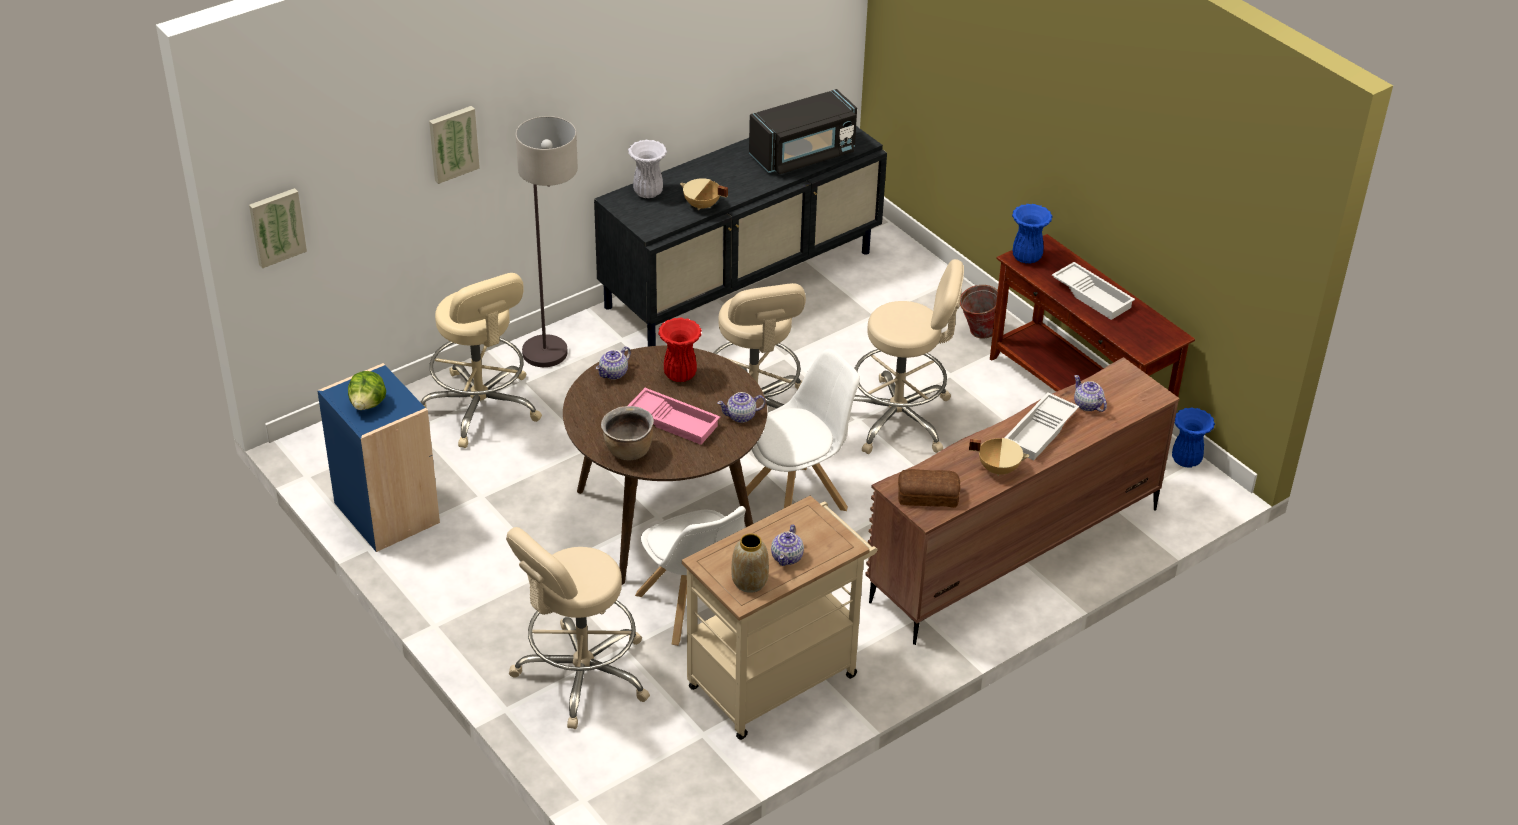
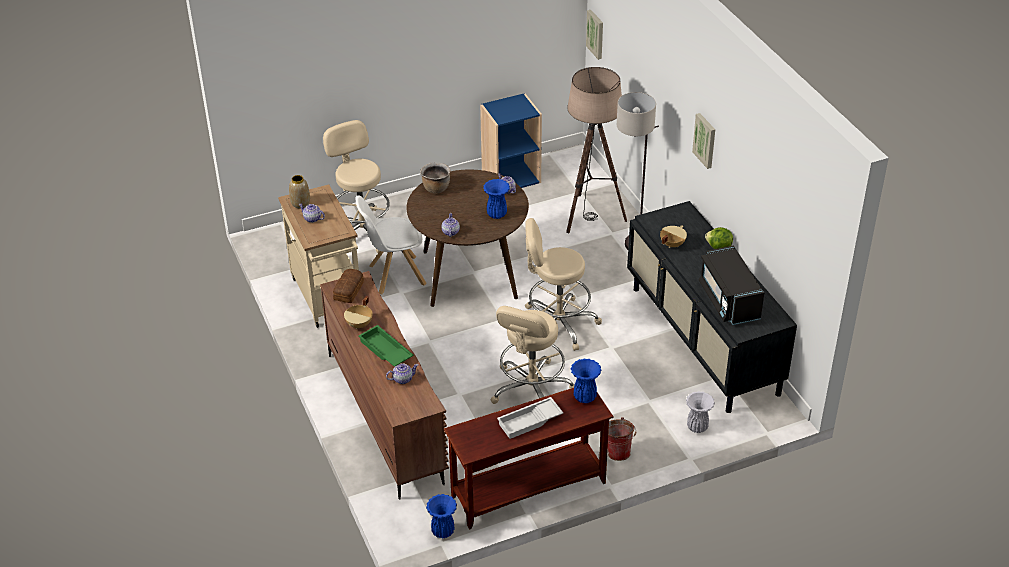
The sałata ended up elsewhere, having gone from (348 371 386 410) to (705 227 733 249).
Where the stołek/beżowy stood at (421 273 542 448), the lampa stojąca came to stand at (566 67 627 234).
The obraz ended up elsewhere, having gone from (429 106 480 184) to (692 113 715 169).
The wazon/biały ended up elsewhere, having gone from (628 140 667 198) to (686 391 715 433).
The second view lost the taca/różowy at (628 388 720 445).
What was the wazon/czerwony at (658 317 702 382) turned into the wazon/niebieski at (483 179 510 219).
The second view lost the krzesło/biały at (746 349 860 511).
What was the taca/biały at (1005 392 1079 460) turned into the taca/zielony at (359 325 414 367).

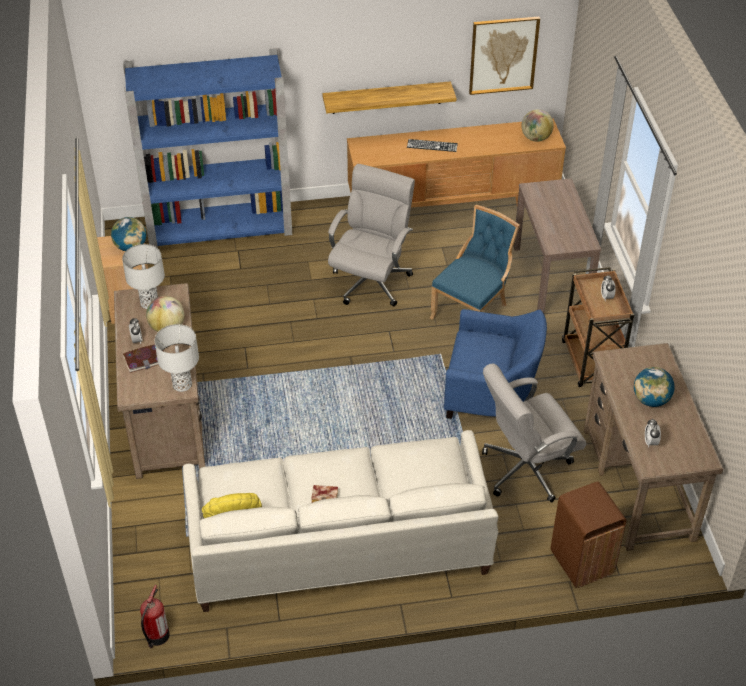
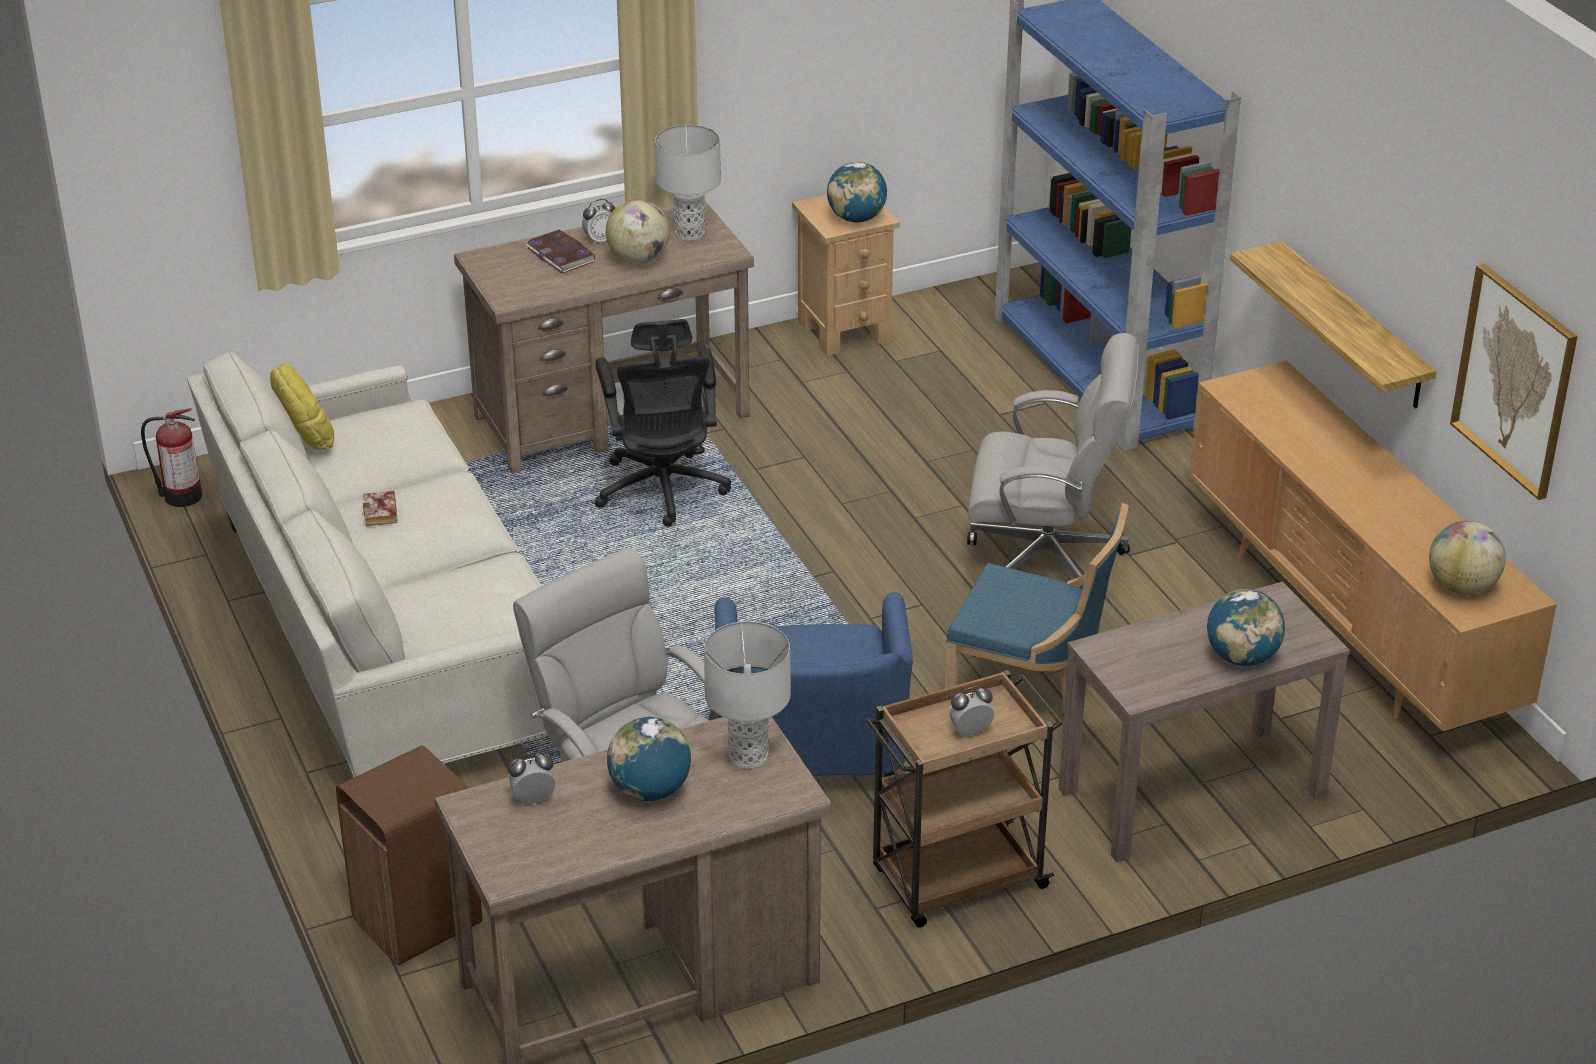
The lampa stołowa/biały ended up elsewhere, having gone from (155 324 199 392) to (704 621 791 769).
The second view lost the klawiatura at (407 139 458 152).
The second view gained the krzesło biurowe at (595 319 731 527).
The second view gained the globus at (1207 589 1285 666).

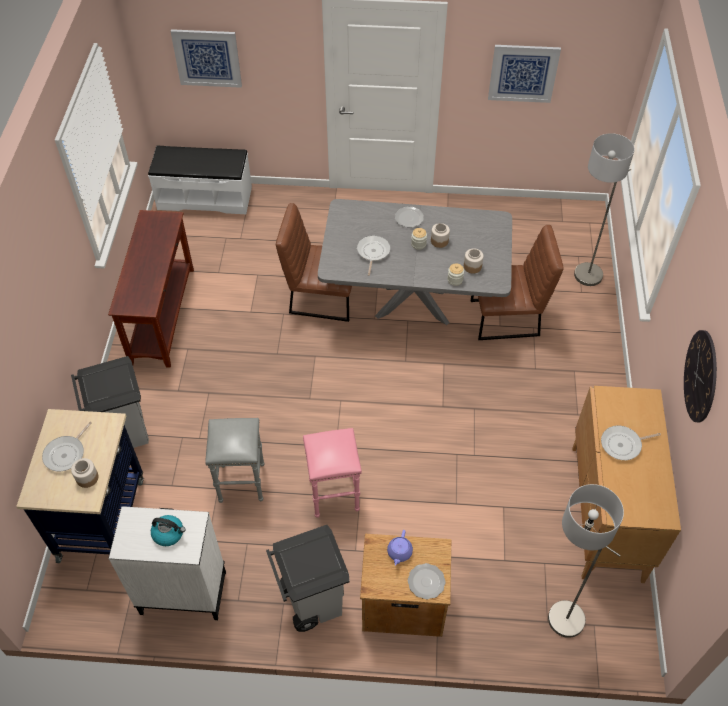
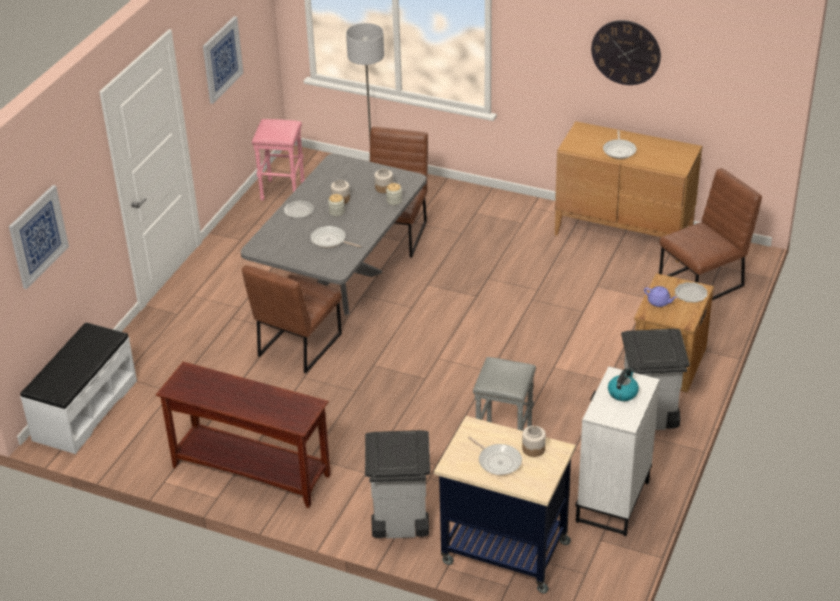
The stołek/różowy ended up elsewhere, having gone from (303 428 362 518) to (252 119 305 200).
Where the lampa stojąca/szary stood at (548 484 624 638), the krzesło/brązowy came to stand at (659 168 762 300).

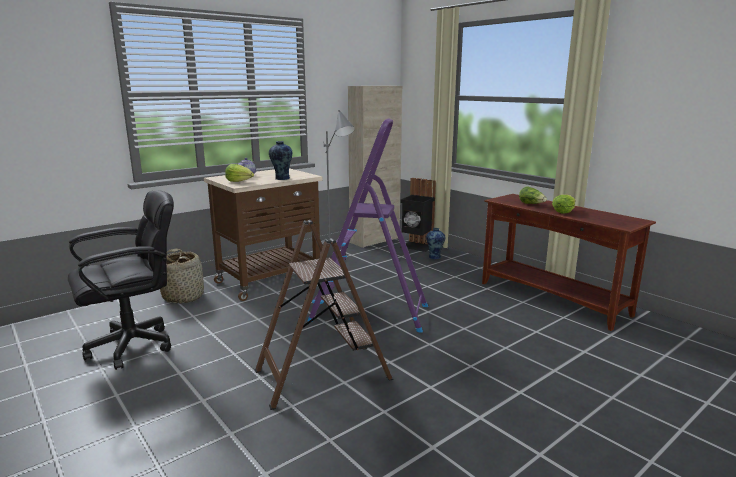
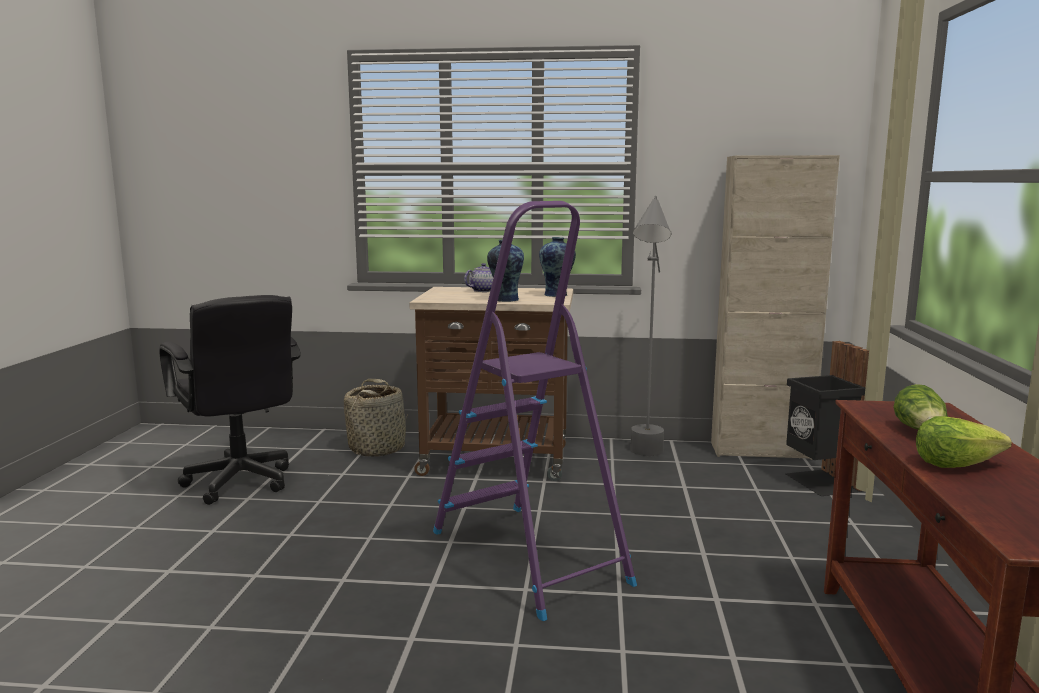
The krzesło biurowe/czarny at (68 190 174 370) ended up facing another way, 45 degrees clockwise from before.
The second view lost the sałata at (225 164 254 182).
The second view lost the drabinka/brązowy at (255 220 394 410).
The wazon ended up elsewhere, having gone from (426 228 445 259) to (539 237 576 297).

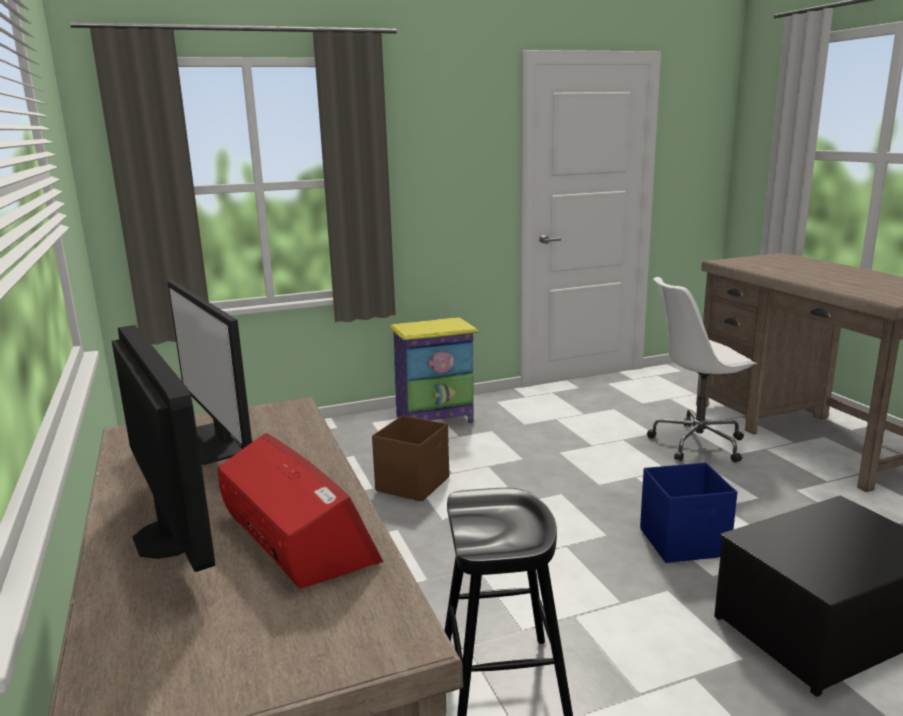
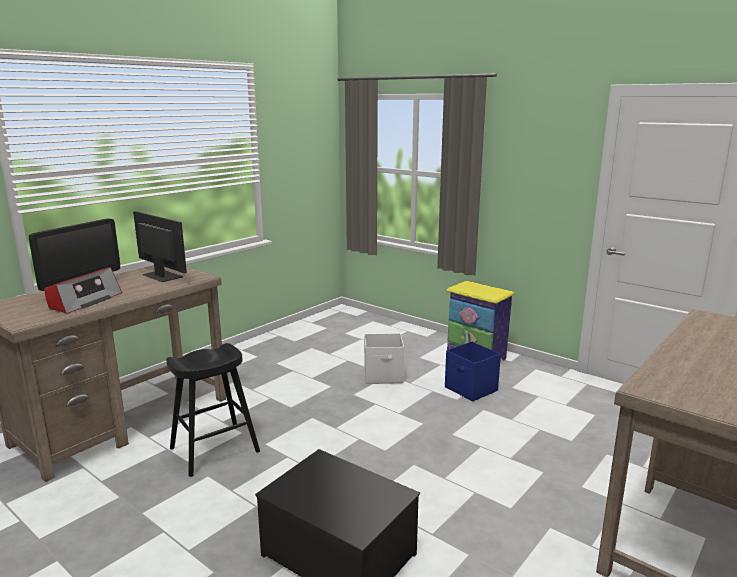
The monitor at (167 280 253 465) ended up facing another way, 105 degrees clockwise from before.
What was the pojemnik do przechowywania/brązowy at (372 415 449 502) turned into the pojemnik do przechowywania/biały at (364 333 404 384).
The pojemnik do przechowywania/niebieski ended up elsewhere, having gone from (640 462 737 563) to (445 342 501 401).
The second view lost the krzesło biurowe/biały at (647 277 757 463).

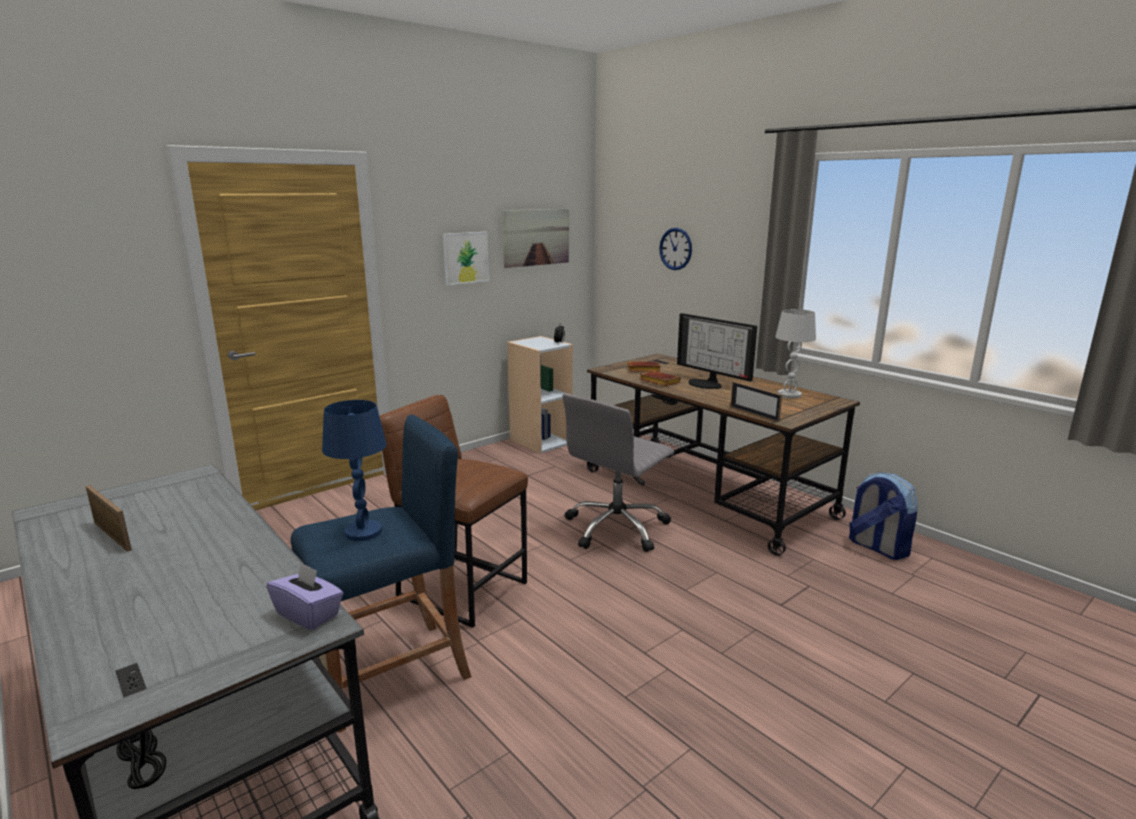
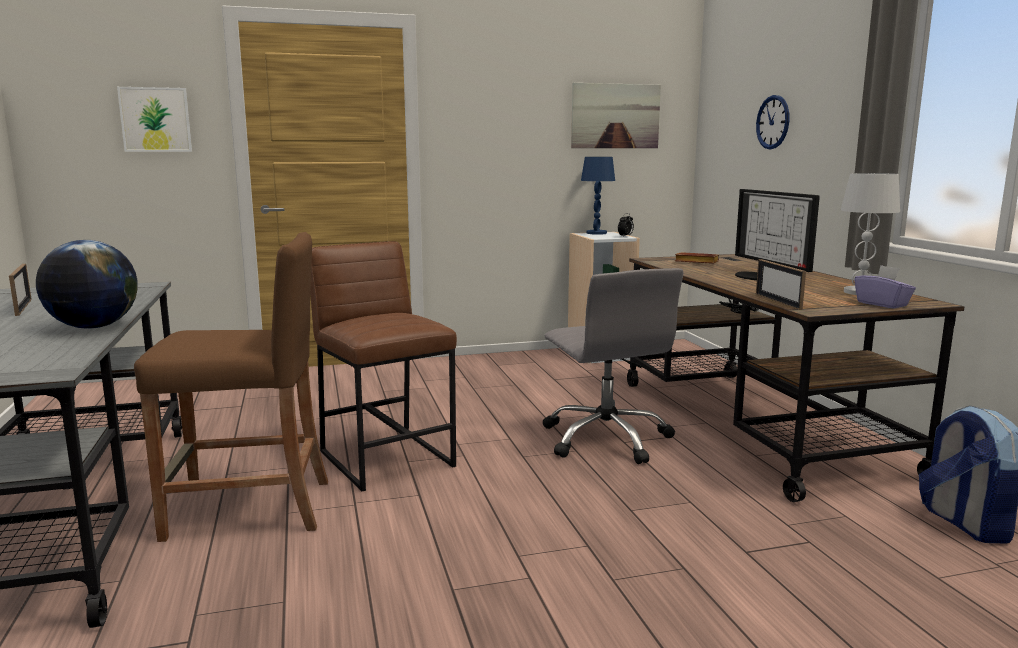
The pudełko chusteczek/fioletowy ended up elsewhere, having gone from (267 562 343 630) to (854 265 916 308).
What was the stołek/niebieski at (291 414 472 733) turned into the stołek/brązowy at (134 232 328 542).
The lampa stołowa/niebieski ended up elsewhere, having gone from (322 400 386 541) to (581 157 615 235).
The obraz ended up elsewhere, having gone from (443 232 489 286) to (117 87 192 152).
The krzesło biurowe/szary at (563 394 675 552) ended up facing another way, 90 degrees counterclockwise from before.
The second view lost the książka/brązowy at (640 371 681 386).
The second view gained the globus at (36 240 138 329).

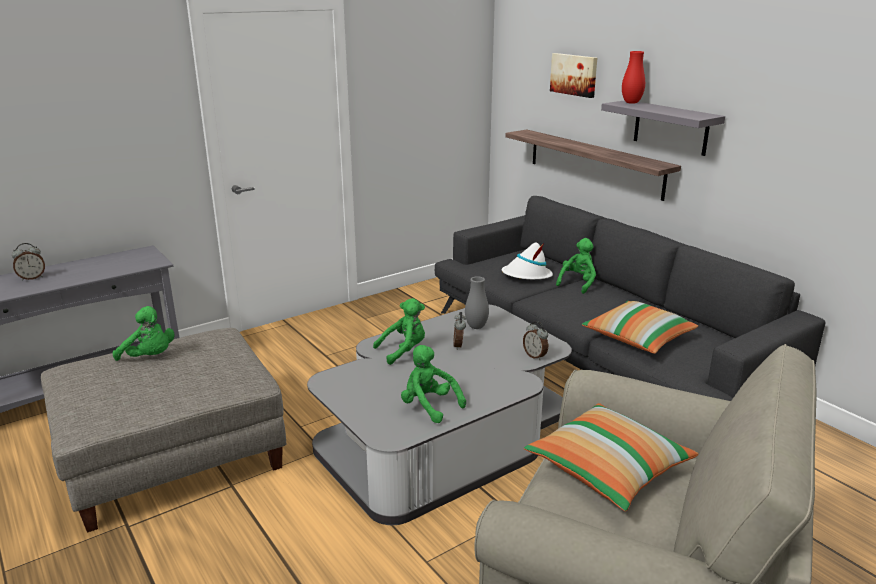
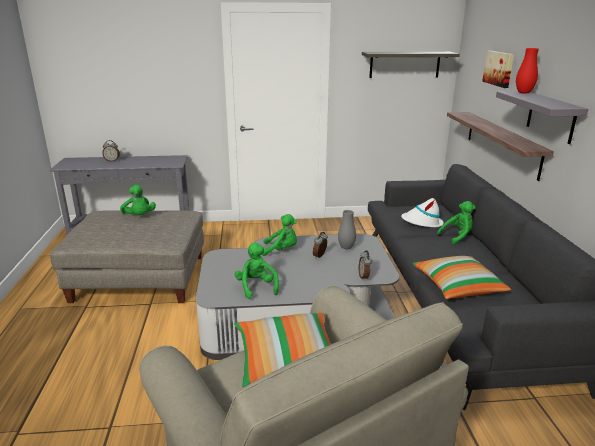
The second view gained the półka at (362 52 460 78).

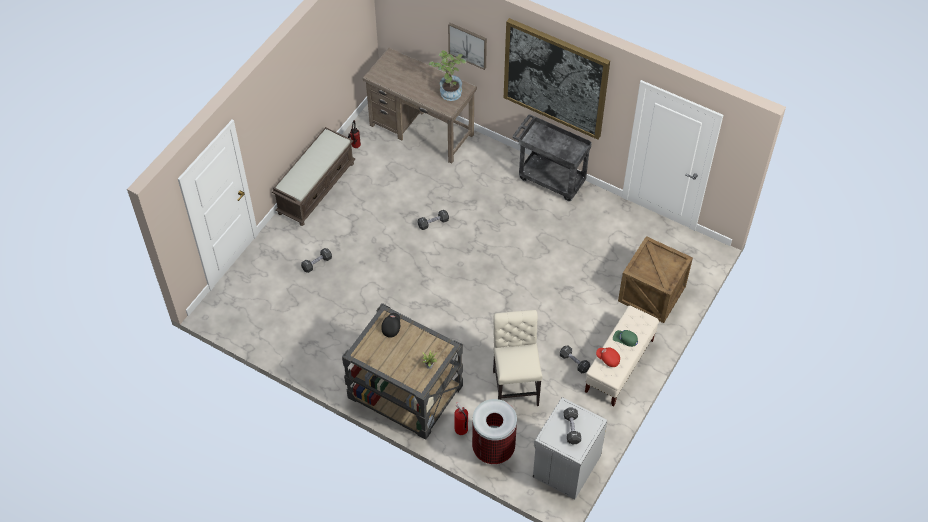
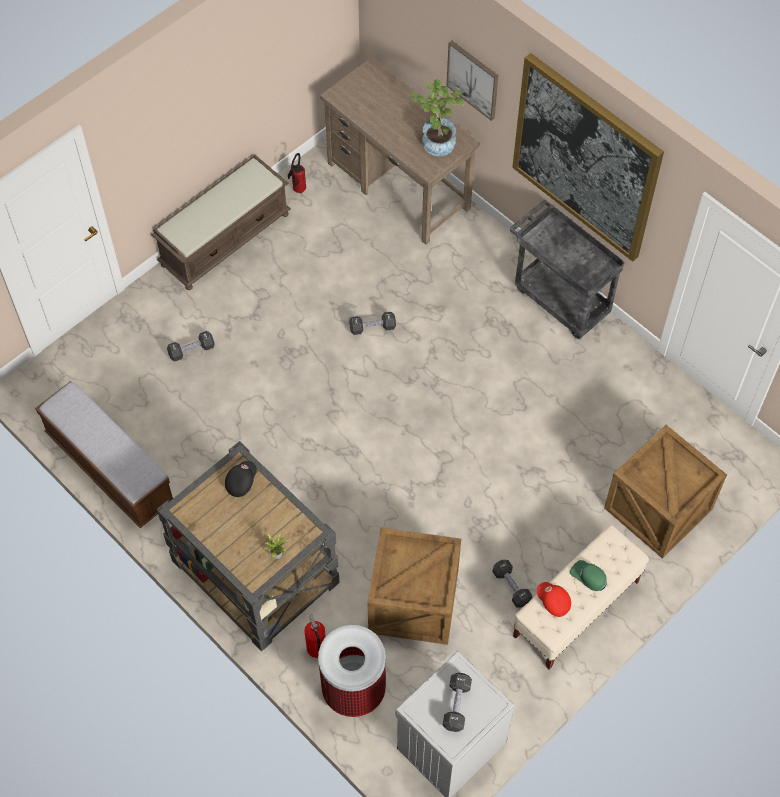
Where the stołek/beżowy stood at (493 310 542 406), the skrzynka came to stand at (367 527 461 645).
The second view gained the ławka at (35 381 173 528).

